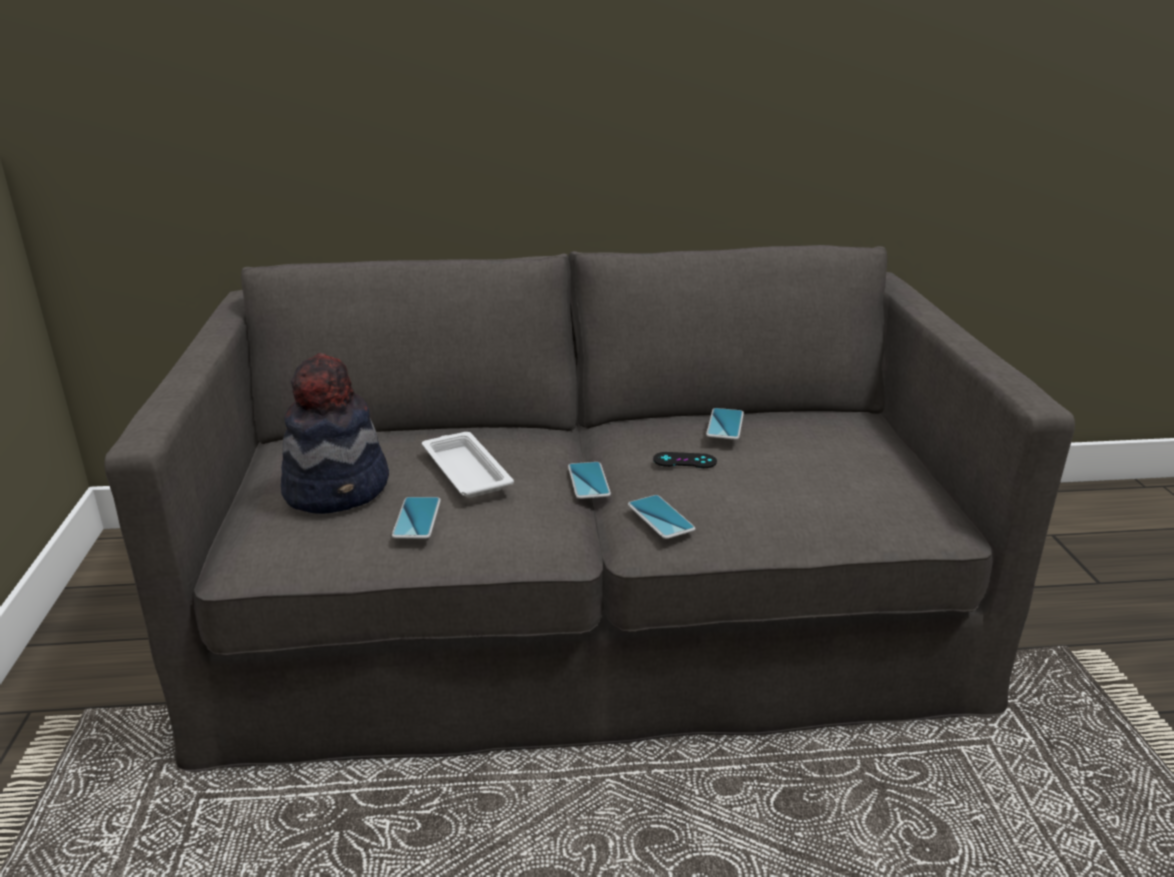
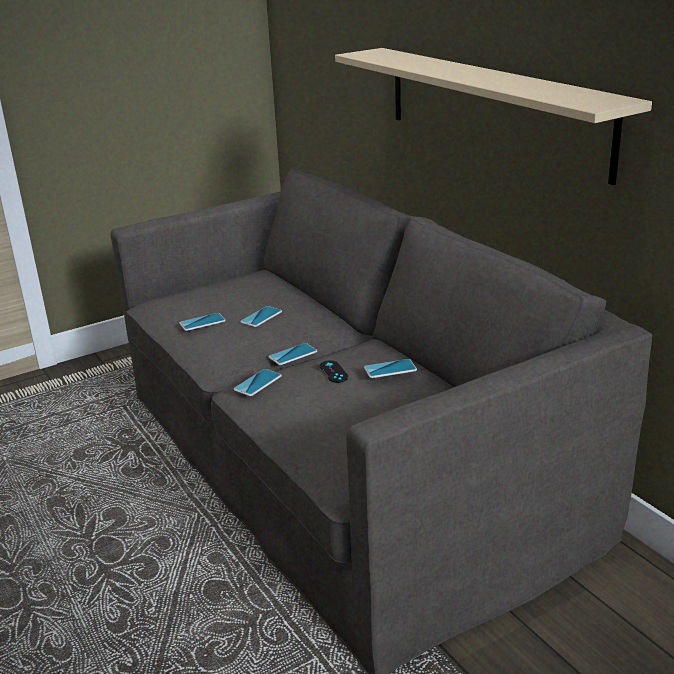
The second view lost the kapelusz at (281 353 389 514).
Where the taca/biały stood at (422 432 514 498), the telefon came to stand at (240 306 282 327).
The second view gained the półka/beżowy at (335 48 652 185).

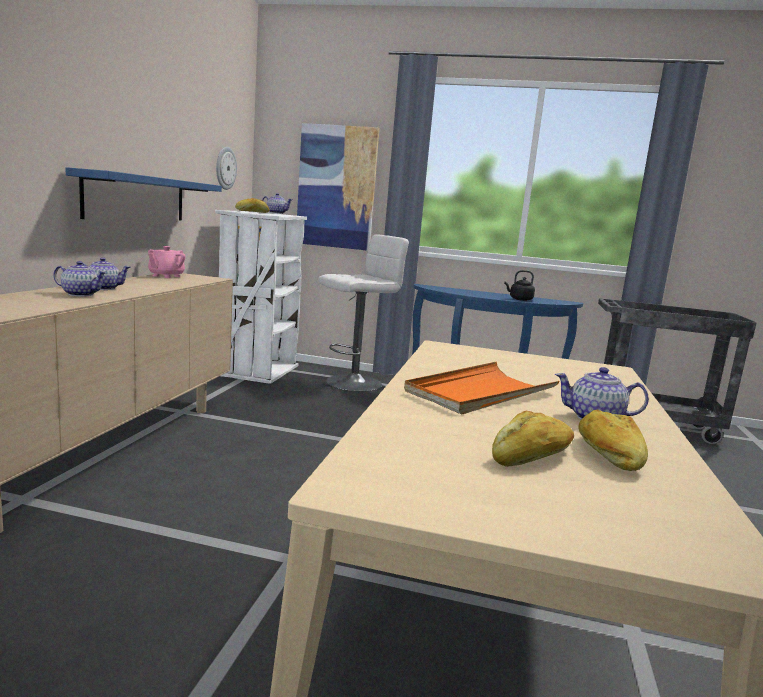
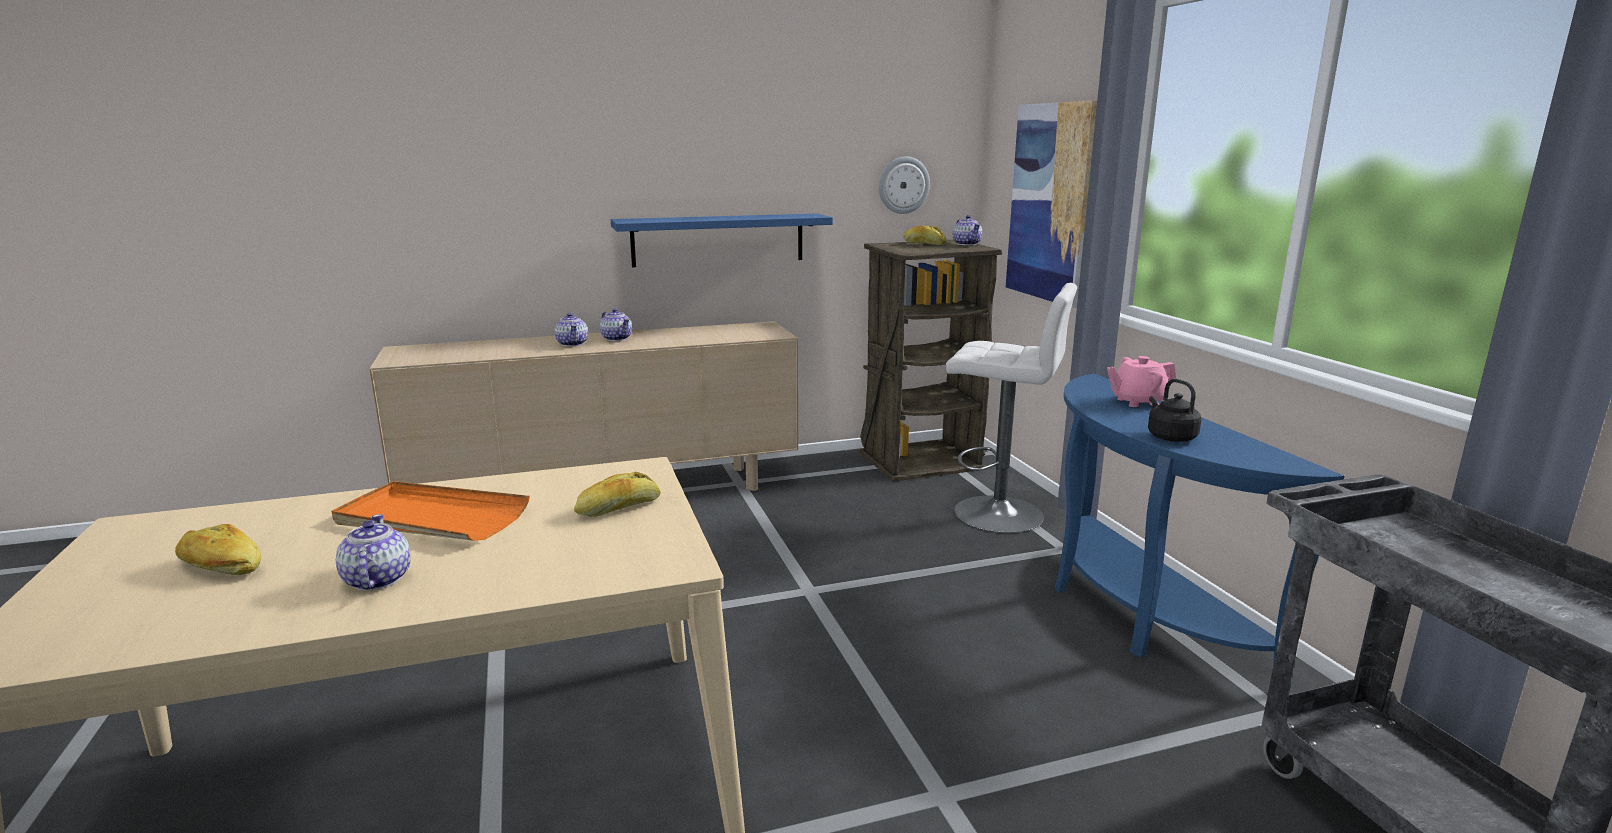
The imbryk/różowy ended up elsewhere, having gone from (148 246 186 278) to (1107 356 1176 407).
What was the regał/biały at (215 210 307 384) turned into the regał/brązowy at (860 240 1002 482).
The chleb ended up elsewhere, having gone from (578 409 648 471) to (574 472 661 517).

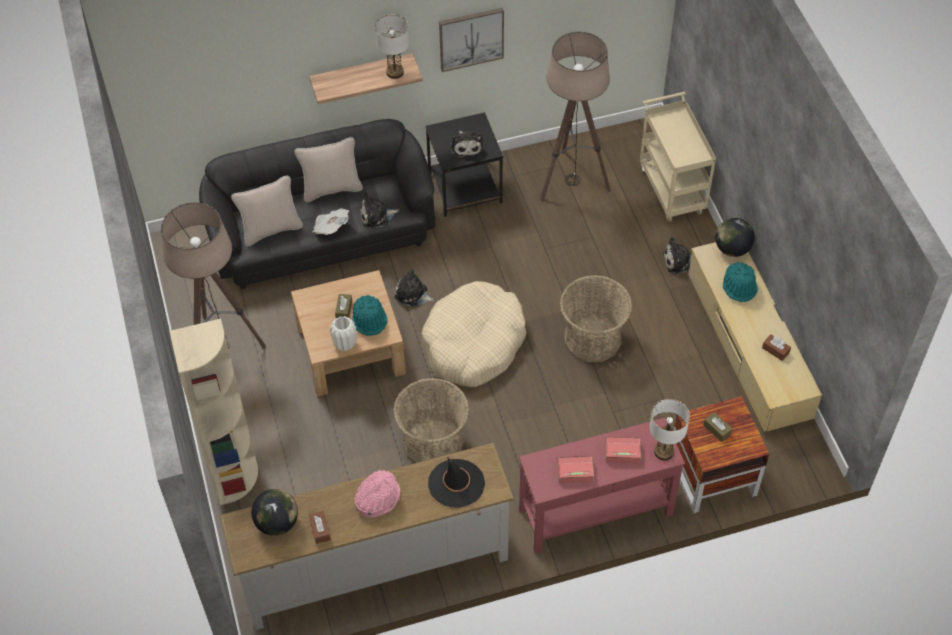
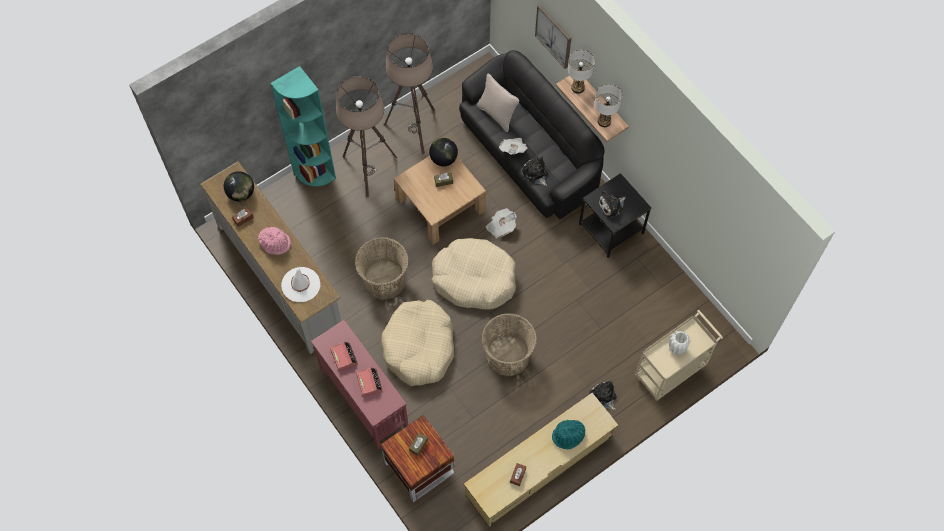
What was the regał/beżowy at (169 319 258 506) turned into the regał/turkusowy at (271 66 336 186).
The second view lost the poduszka/beżowy at (295 137 363 202).
The wazon/biały ended up elsewhere, having gone from (330 316 357 351) to (669 331 691 355).
The second view lost the kapelusz/turkusowy at (352 295 388 336).
Where the pluszak stood at (394 268 434 307), the gazeta came to stand at (486 208 517 239).
What was the kapelusz/czarny at (428 457 485 507) turned into the kapelusz/biały at (281 267 320 302).
The obraz ended up elsewhere, having gone from (439 8 504 72) to (535 4 571 69).
The lampa stojąca ended up elsewhere, having gone from (540 32 611 201) to (336 76 397 197).
The lampa stołowa ended up elsewhere, having gone from (649 399 690 460) to (568 50 595 94).
The globus ended up elsewhere, having gone from (715 218 755 257) to (429 138 458 166).
The second view gained the legowisko/beżowy at (381 300 454 386).

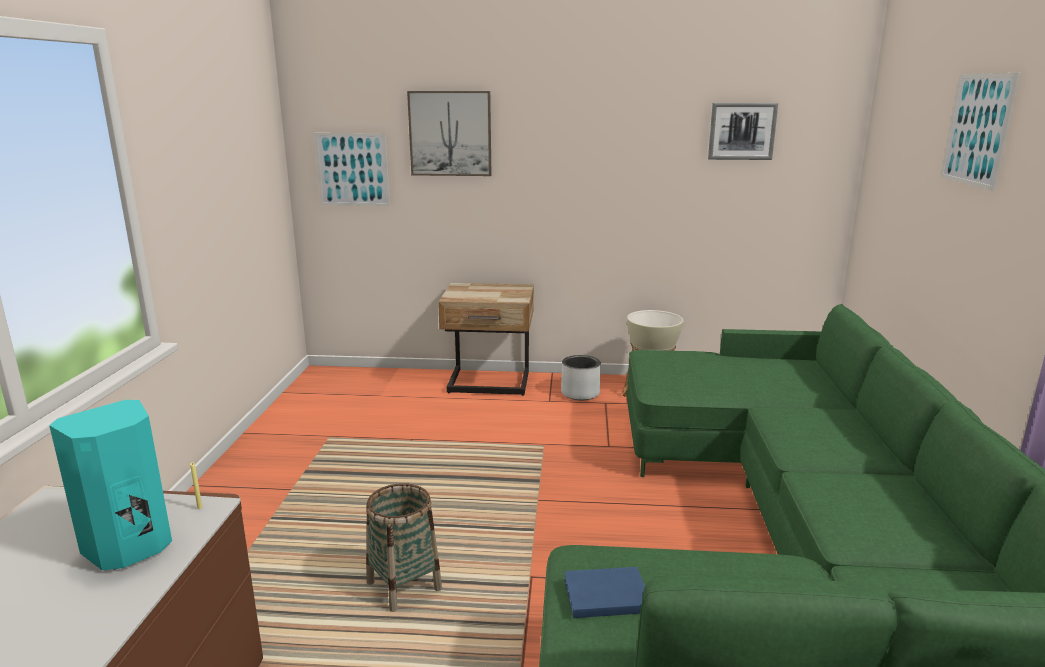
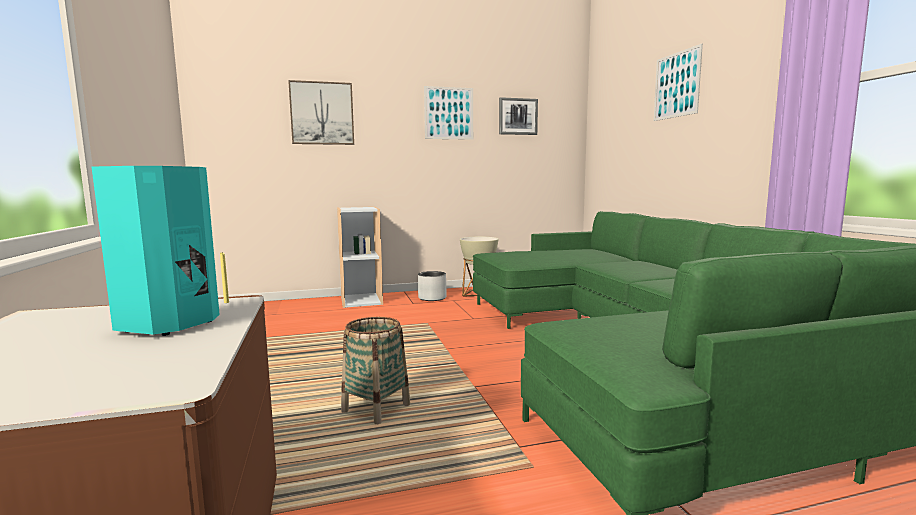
The obraz ended up elsewhere, having gone from (314 133 390 206) to (424 86 473 140).
Where the szafka nocna/beżowy stood at (438 283 534 396), the regał came to stand at (337 207 383 308).
The second view lost the książka/niebieski at (564 567 645 618).

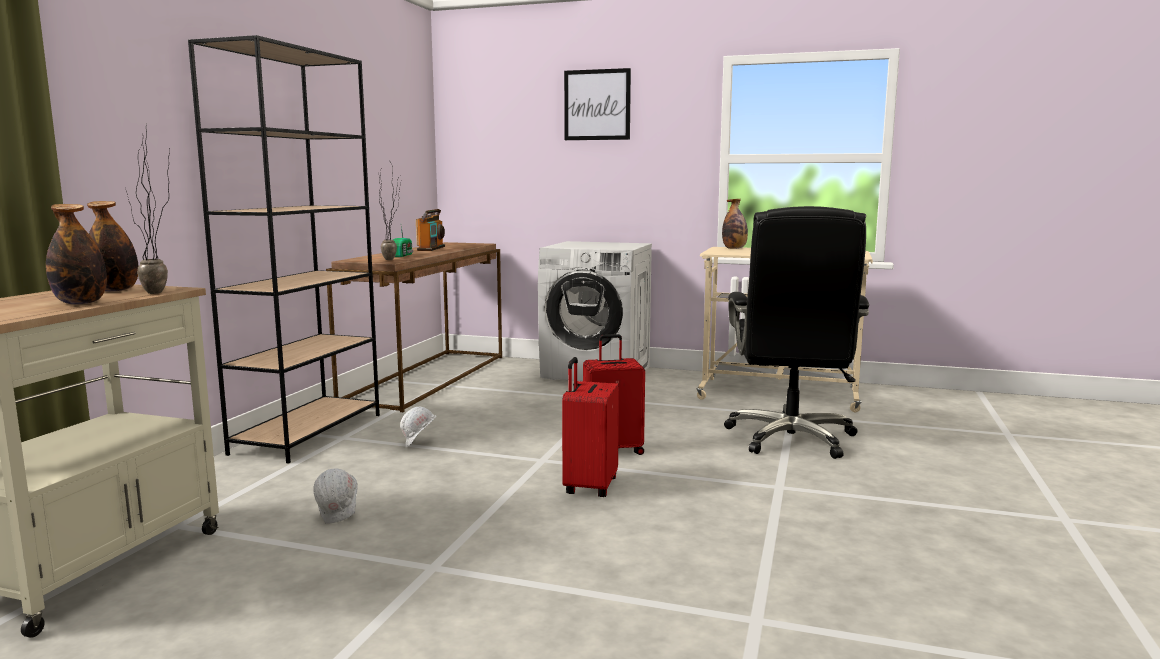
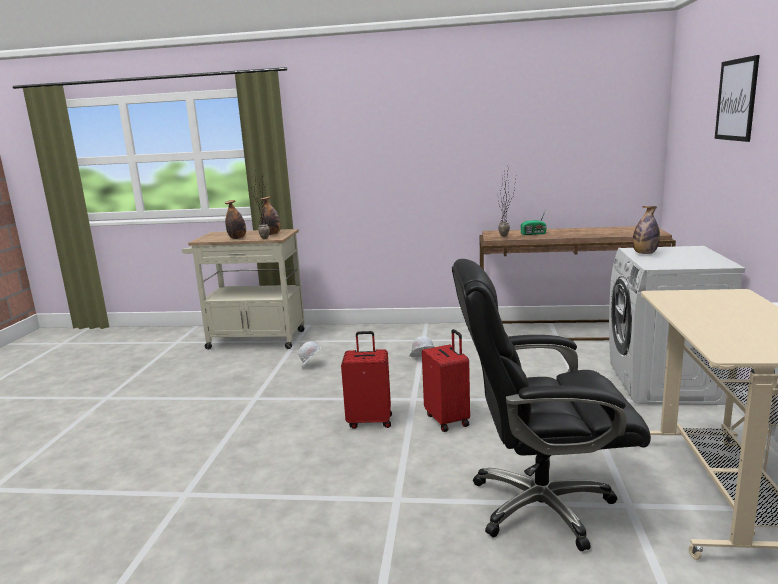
The second view lost the regał/beżowy at (188 35 380 464).
The second view lost the radio at (416 209 445 251).
The butelka ended up elsewhere, having gone from (722 198 748 249) to (633 206 660 254).

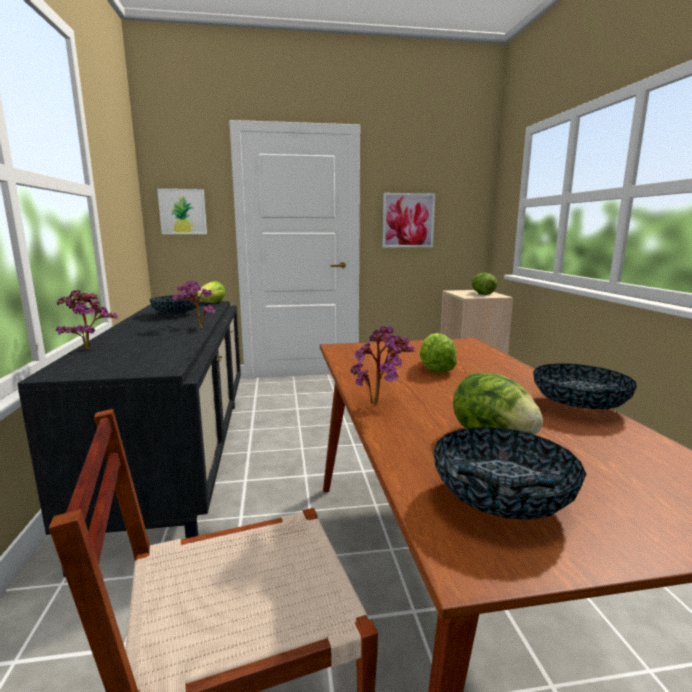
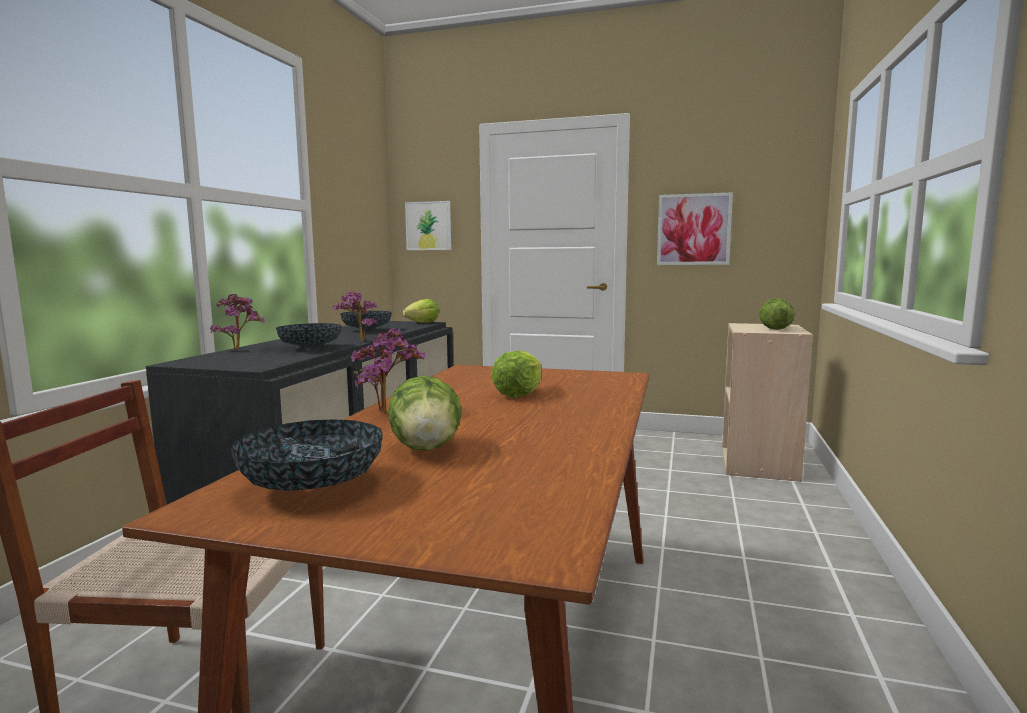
The miska ended up elsewhere, having gone from (533 364 637 409) to (276 323 342 348).

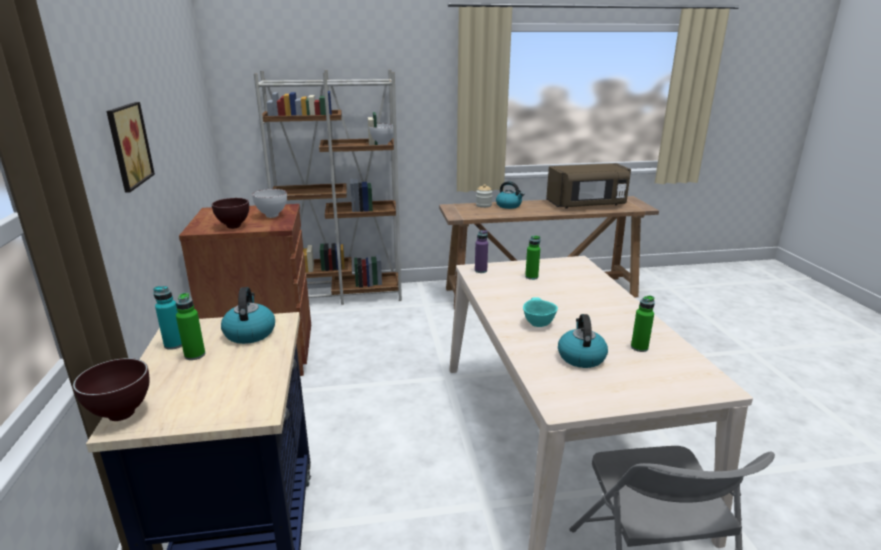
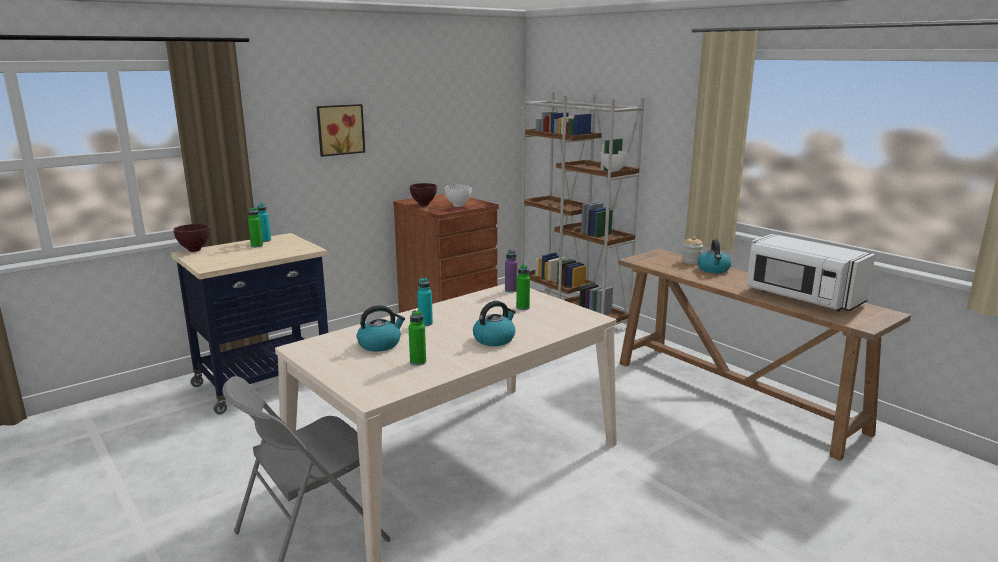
The czajnik ended up elsewhere, having gone from (221 287 275 344) to (473 301 516 346).
Where the miska/turkusowy stood at (523 297 558 327), the butelka/turkusowy came to stand at (417 278 433 326).
What was the mikrofalówka/brązowy at (546 163 631 209) turned into the mikrofalówka/biały at (747 234 876 311).

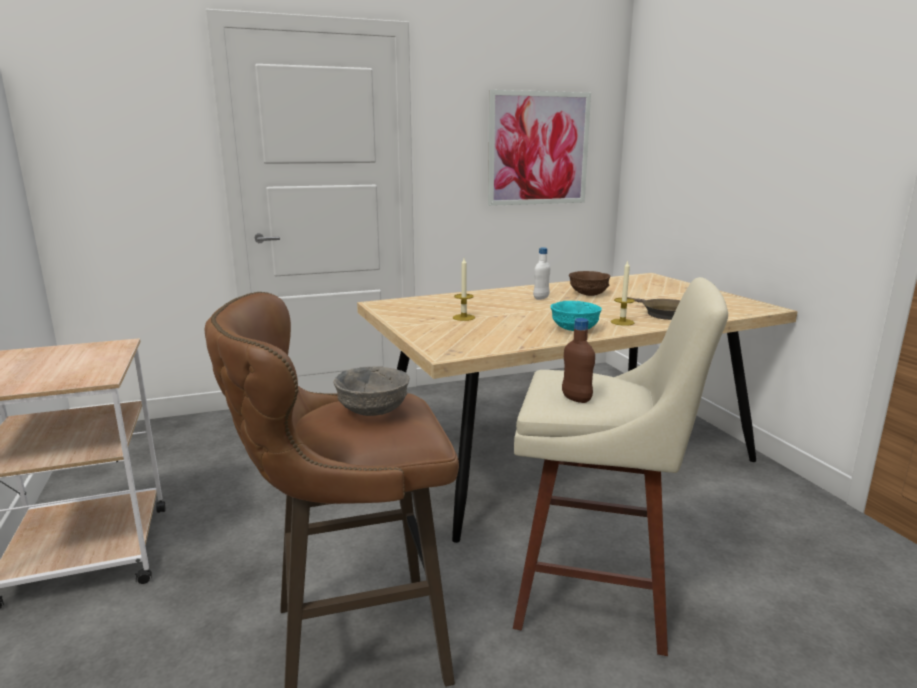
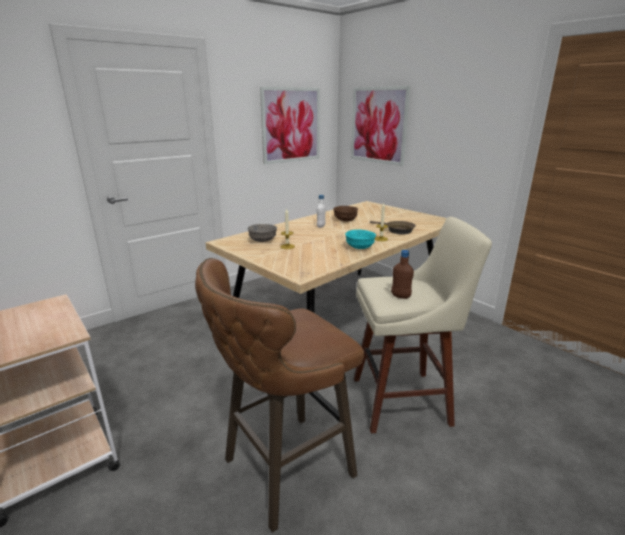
The miska/szary ended up elsewhere, having gone from (333 366 409 416) to (248 224 277 242).
The second view gained the obraz at (351 86 411 166).

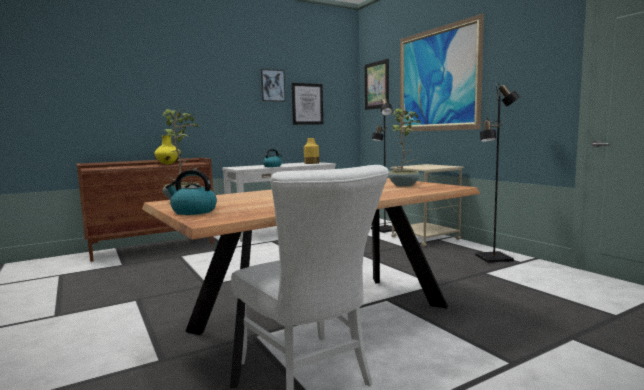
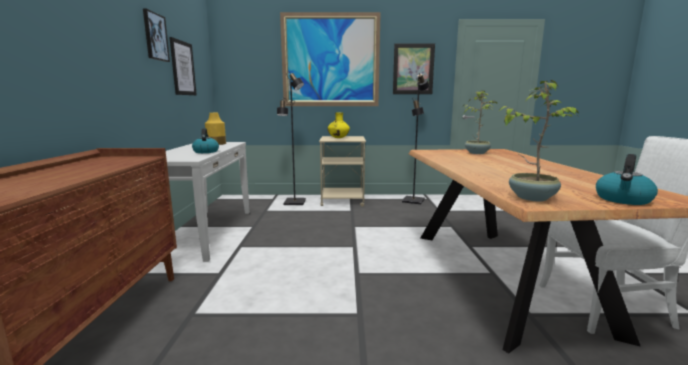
The wazon/żółty ended up elsewhere, having gone from (154 135 181 164) to (328 112 350 138).
The obraz ended up elsewhere, having gone from (365 59 389 110) to (393 44 435 94).

